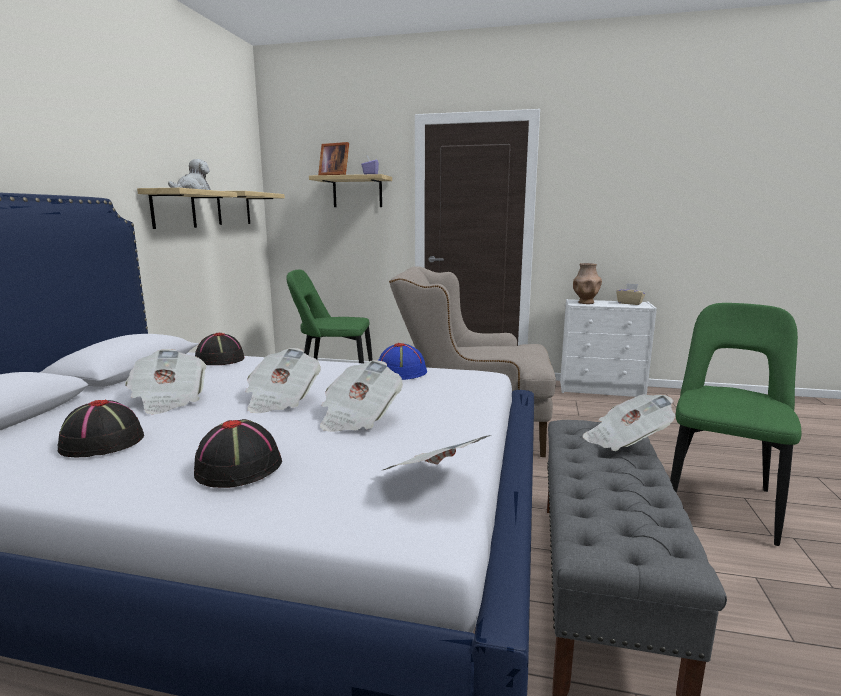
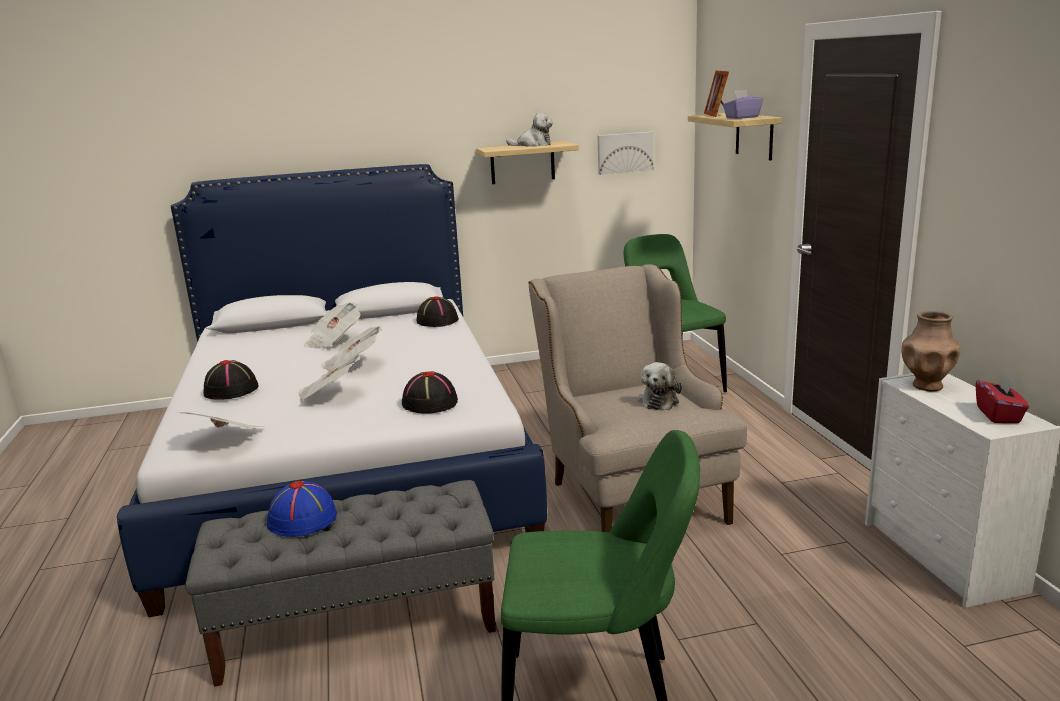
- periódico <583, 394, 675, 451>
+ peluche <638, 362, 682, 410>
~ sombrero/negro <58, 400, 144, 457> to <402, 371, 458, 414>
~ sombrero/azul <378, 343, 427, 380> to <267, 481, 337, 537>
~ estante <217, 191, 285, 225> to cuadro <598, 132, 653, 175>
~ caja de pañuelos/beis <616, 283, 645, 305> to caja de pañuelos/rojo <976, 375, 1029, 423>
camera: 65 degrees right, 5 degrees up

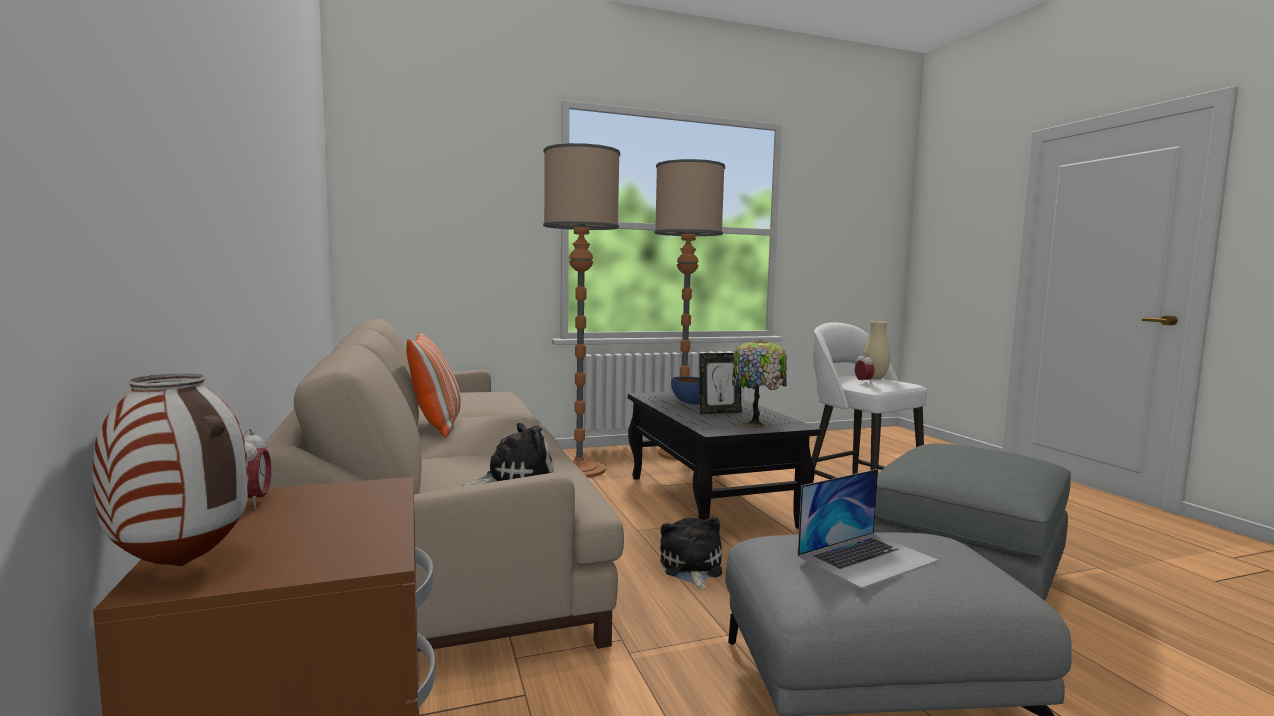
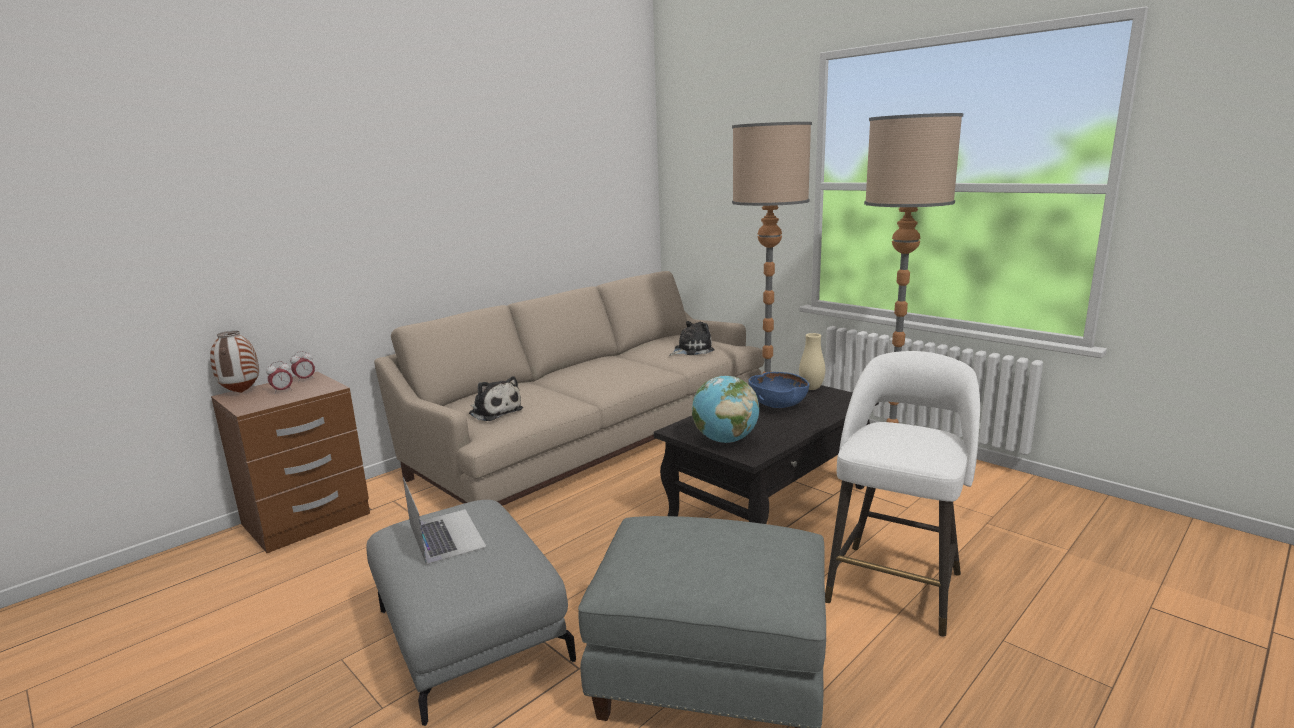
- cojín <406, 332, 461, 438>
- portarretratos <699, 353, 741, 414>
~ peluche <660, 517, 722, 590> to <669, 321, 714, 356>
~ despertador <855, 353, 875, 382> to <266, 361, 293, 394>
~ florero/beis <863, 321, 890, 379> to <799, 333, 825, 390>
~ lámpara de mesa <732, 339, 787, 428> to globo terráqueo <692, 376, 759, 443>
~ portátil <797, 469, 939, 589> = <403, 477, 487, 565> 150 degrees counterclockwise
camera: 65 degrees right, 10 degrees up

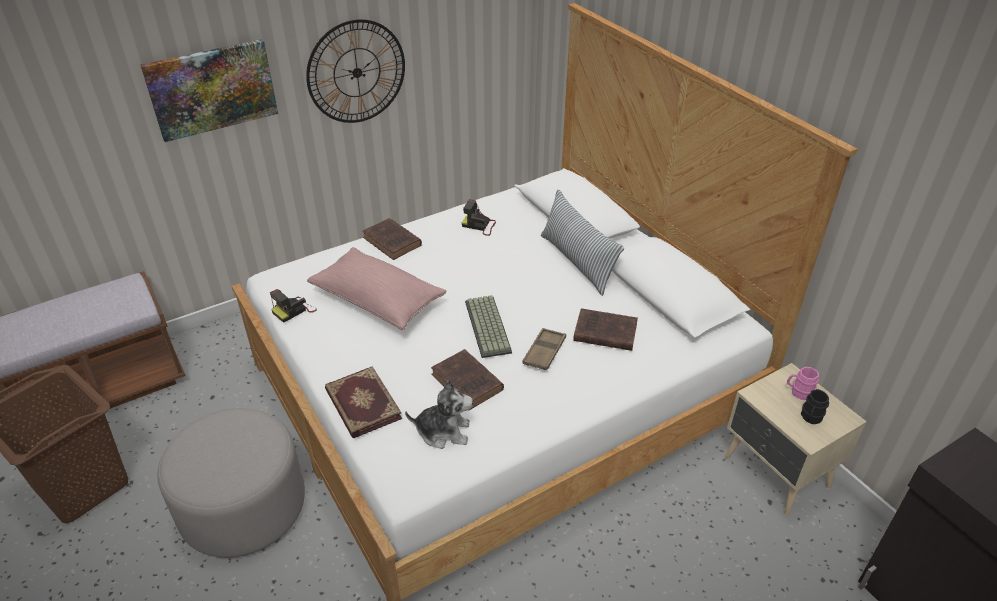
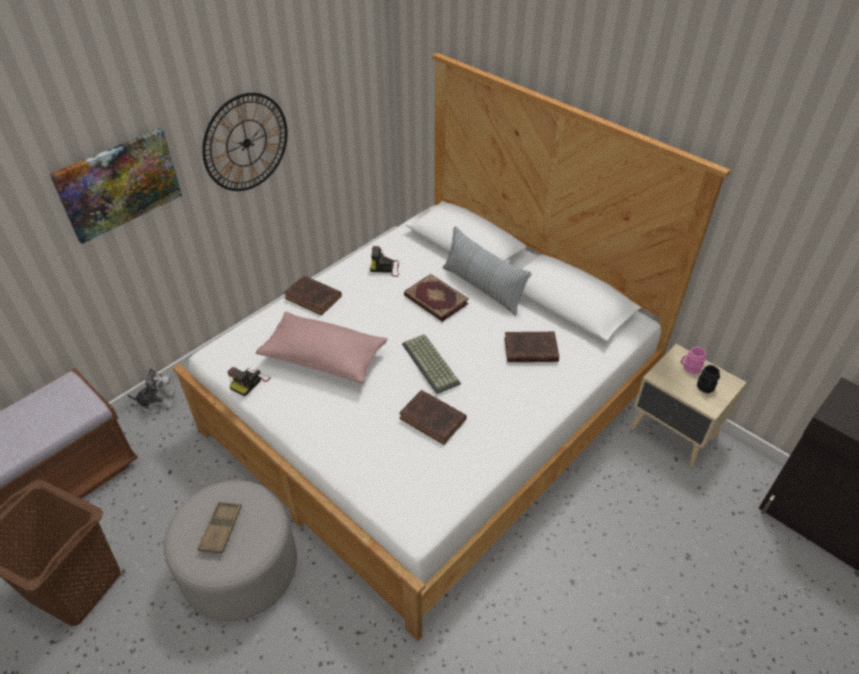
~ libro <325, 366, 402, 438> to <404, 274, 469, 322>
~ peluche <405, 380, 473, 449> to <127, 368, 174, 413>
~ bandeja/marrón <522, 328, 566, 370> to <197, 502, 242, 554>
camera: 15 degrees left, 5 degrees up

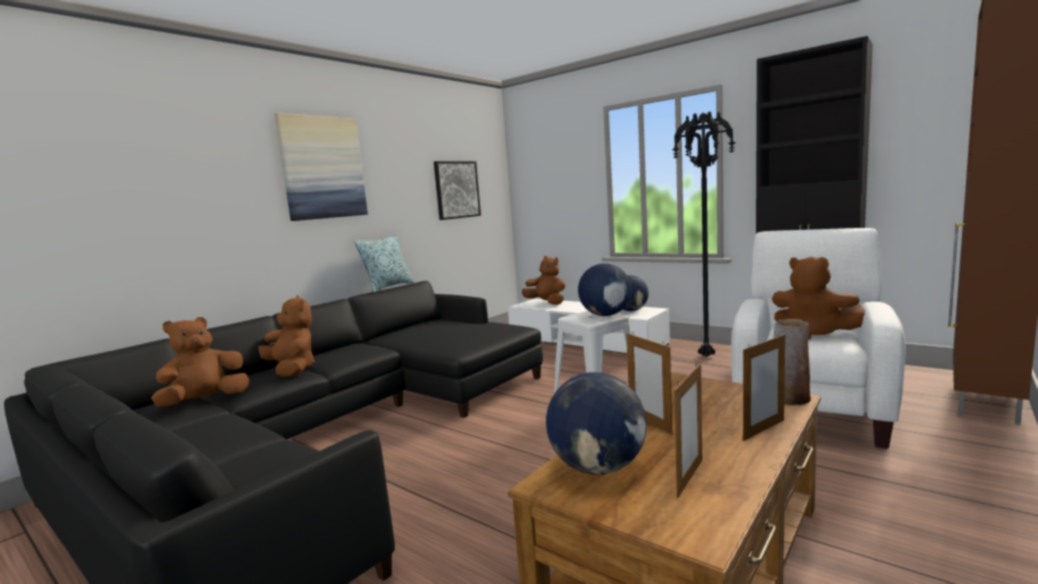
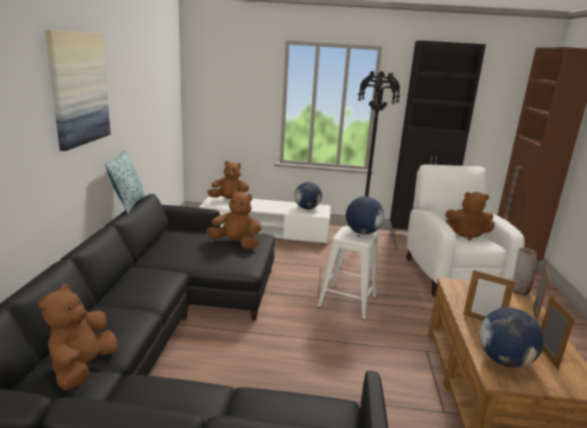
- cuadro <434, 161, 481, 220>
~ peluche/marrón <258, 295, 315, 377> to <206, 190, 261, 249>
camera: 35 degrees left, 10 degrees up

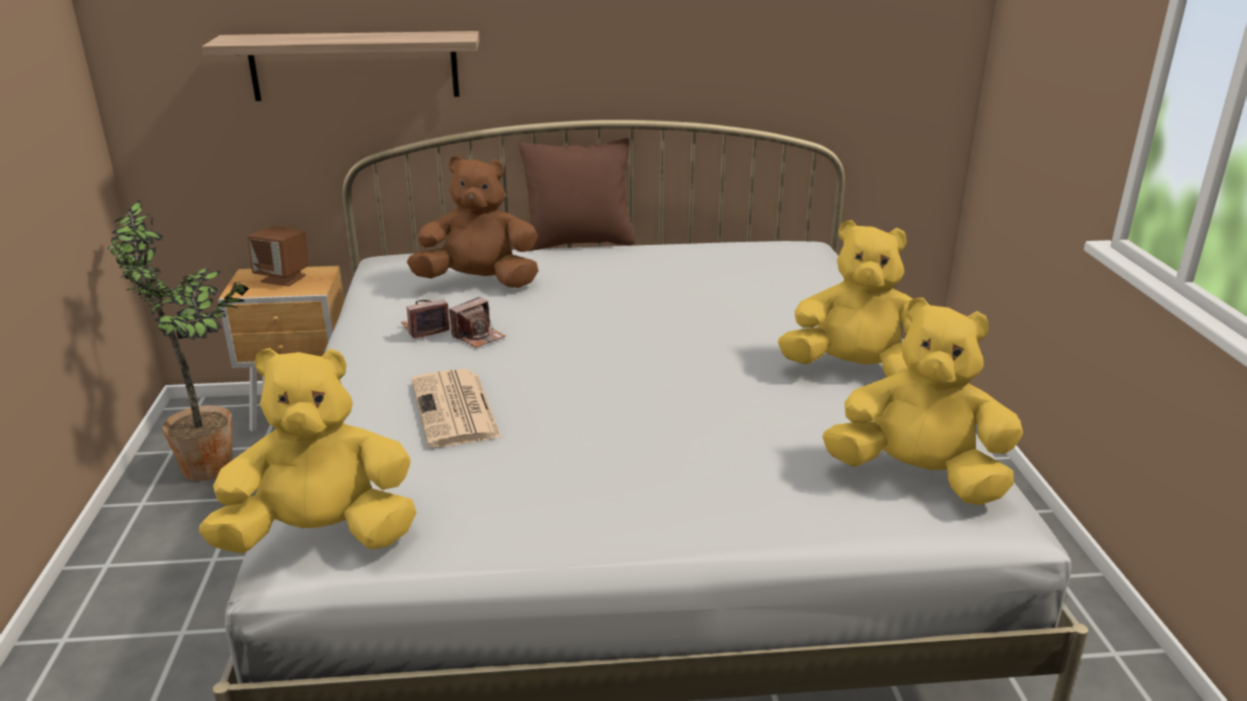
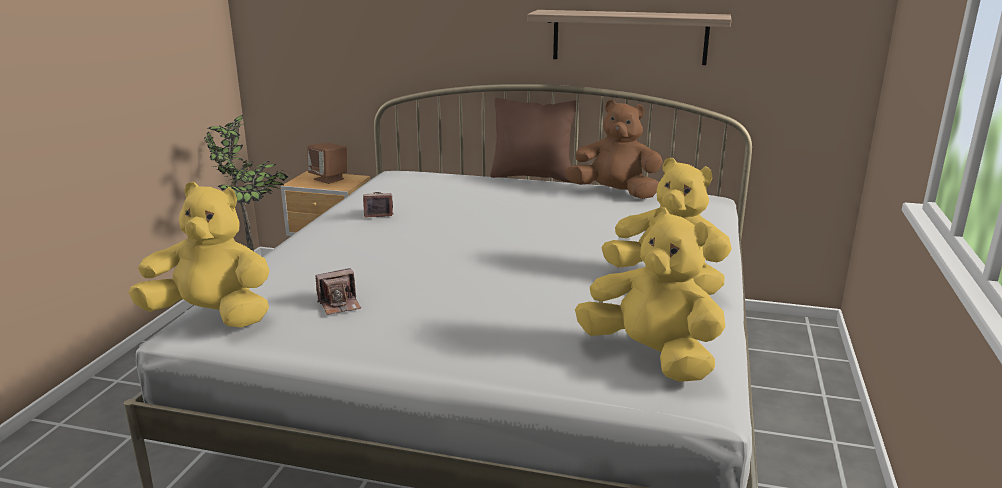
- periódico <411, 369, 501, 447>
~ estante <202, 31, 479, 101> to <527, 10, 731, 65>
~ peluche/marrón <407, 156, 538, 288> to <565, 100, 663, 199>
~ cámara <449, 297, 506, 348> to <315, 268, 361, 315>
camera: 20 degrees right, 5 degrees down

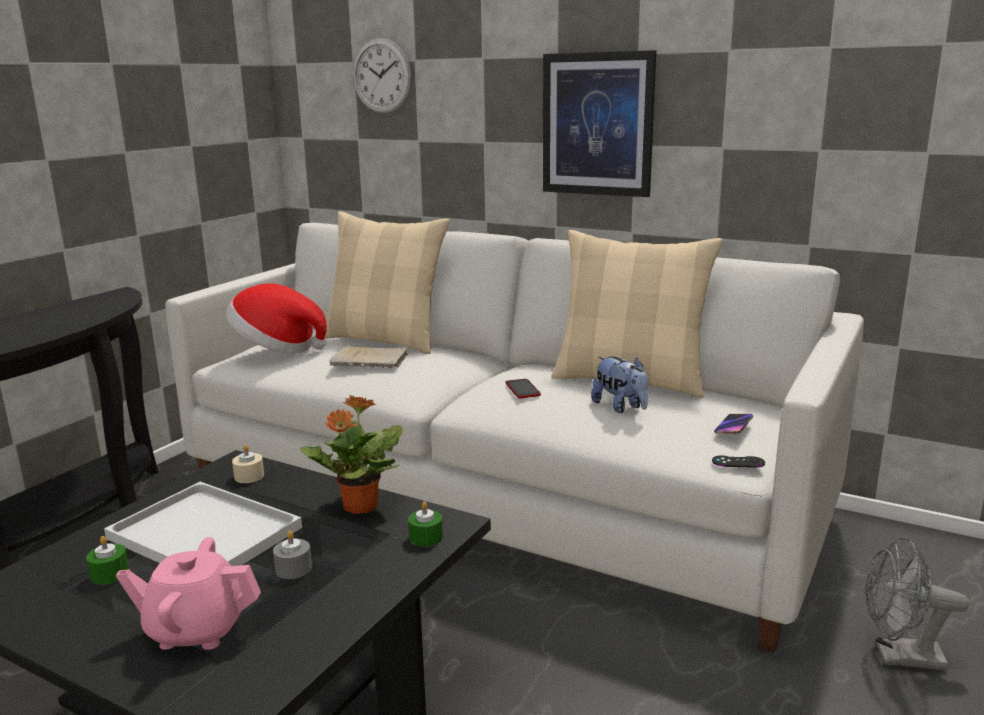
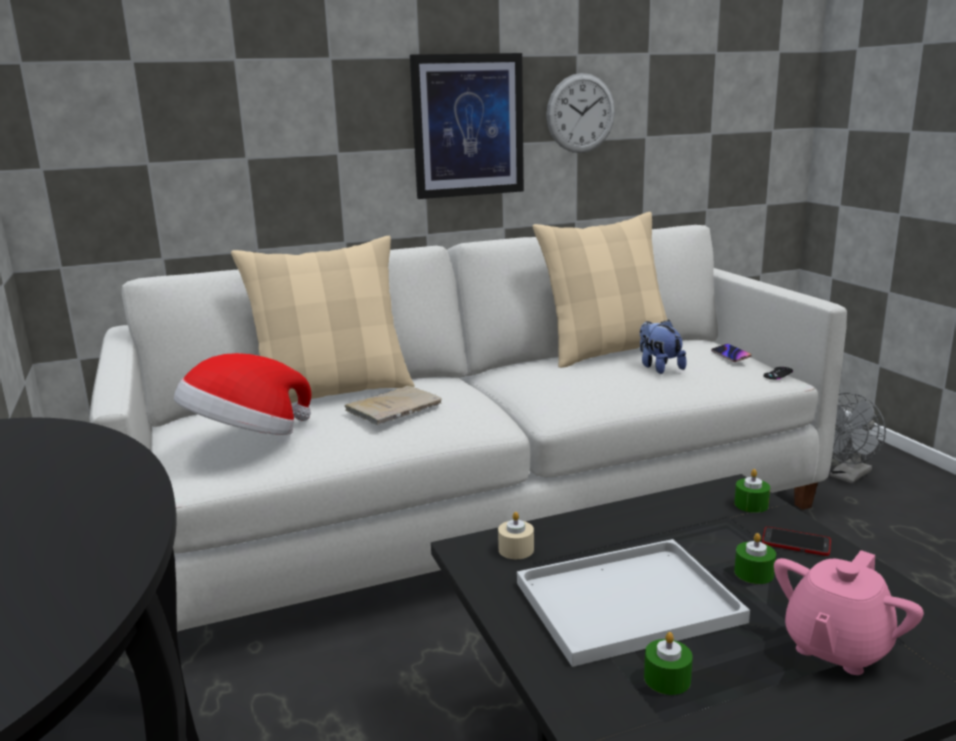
- planta en maceta <300, 395, 403, 514>
~ reloj de pared <353, 38, 411, 114> to <546, 73, 615, 153>
~ móvil <506, 379, 541, 398> to <762, 527, 831, 556>
~ vela/gris <273, 531, 312, 579> to vela/verde <734, 533, 776, 584>
~ peluche <591, 356, 648, 413> = <640, 320, 687, 374> 120 degrees counterclockwise
camera: 50 degrees left, 0 degrees up

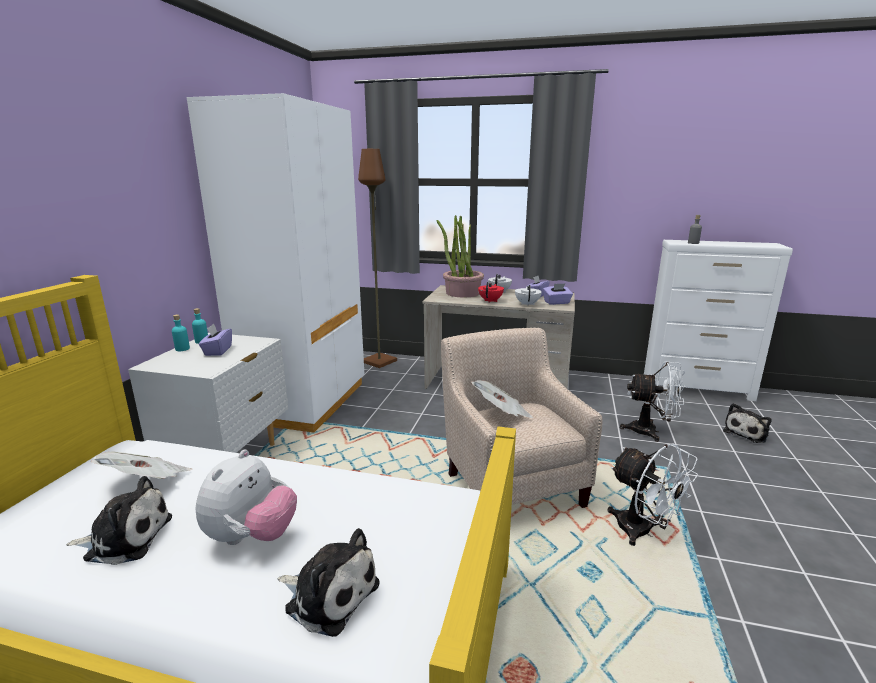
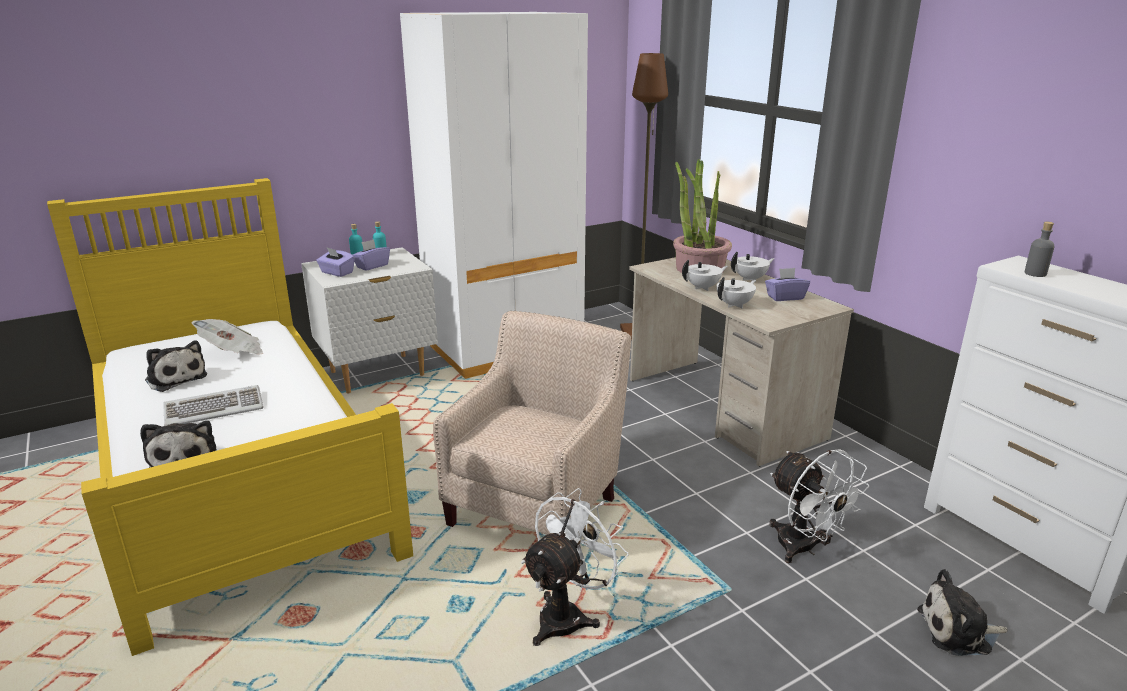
- periódico <471, 380, 534, 418>
~ caja de pañuelos/morado <543, 283, 573, 305> to <316, 247, 355, 277>
~ peluche <196, 449, 297, 545> to teclado <163, 385, 264, 426>
~ tetera/rojo <478, 282, 504, 303> to tetera/blanco <682, 260, 728, 291>
~ ventilador/blanco <608, 444, 698, 546> = <521, 488, 629, 646> 150 degrees counterclockwise
camera: 45 degrees right, 5 degrees up

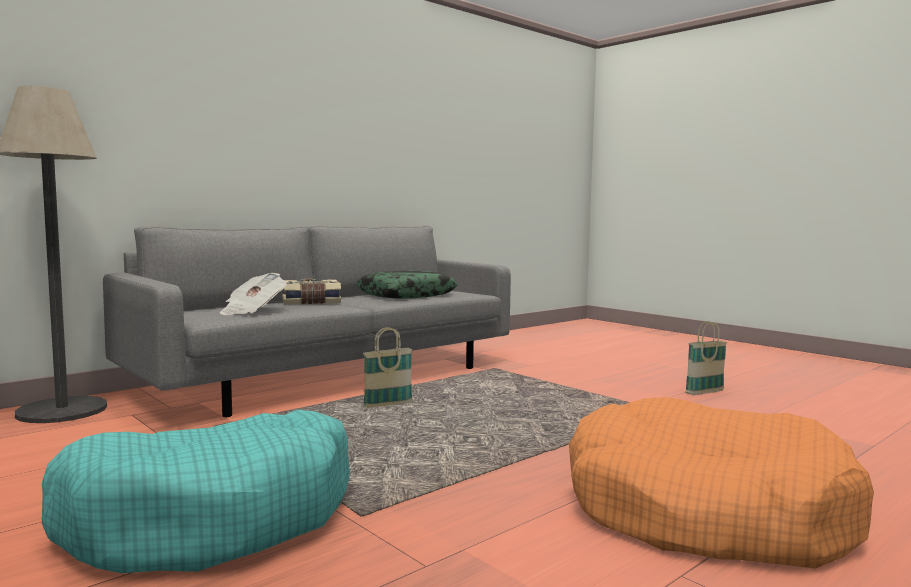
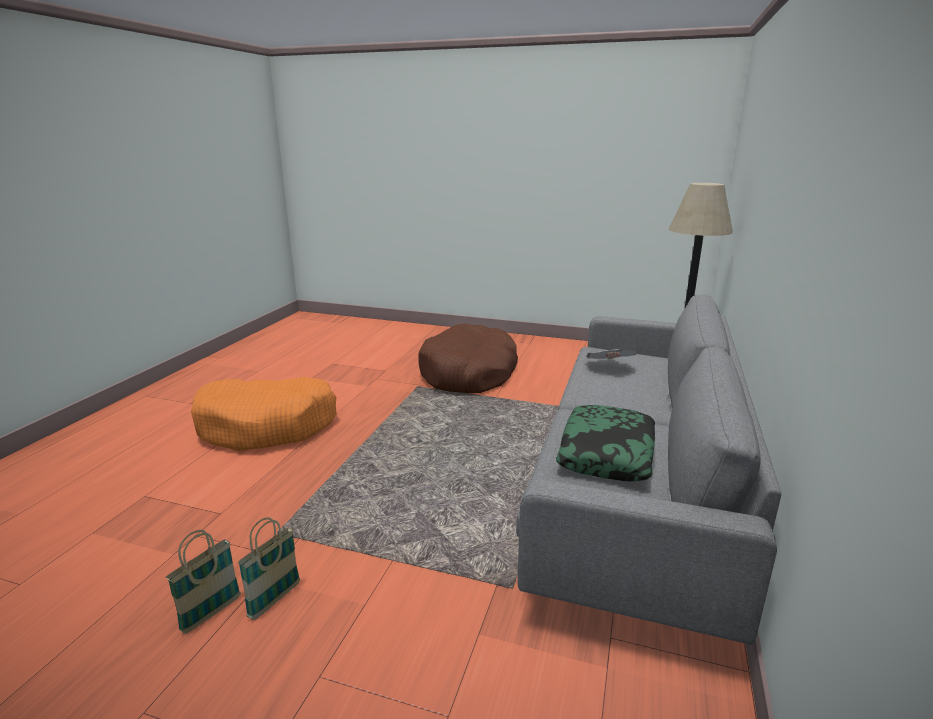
- libro <282, 279, 341, 305>
~ cesta <363, 327, 413, 408> to <238, 517, 300, 620>
~ cama para perro/turquesa <42, 410, 350, 573> to cama para perro/marrón <418, 323, 518, 393>
camera: 150 degrees right, 15 degrees up

